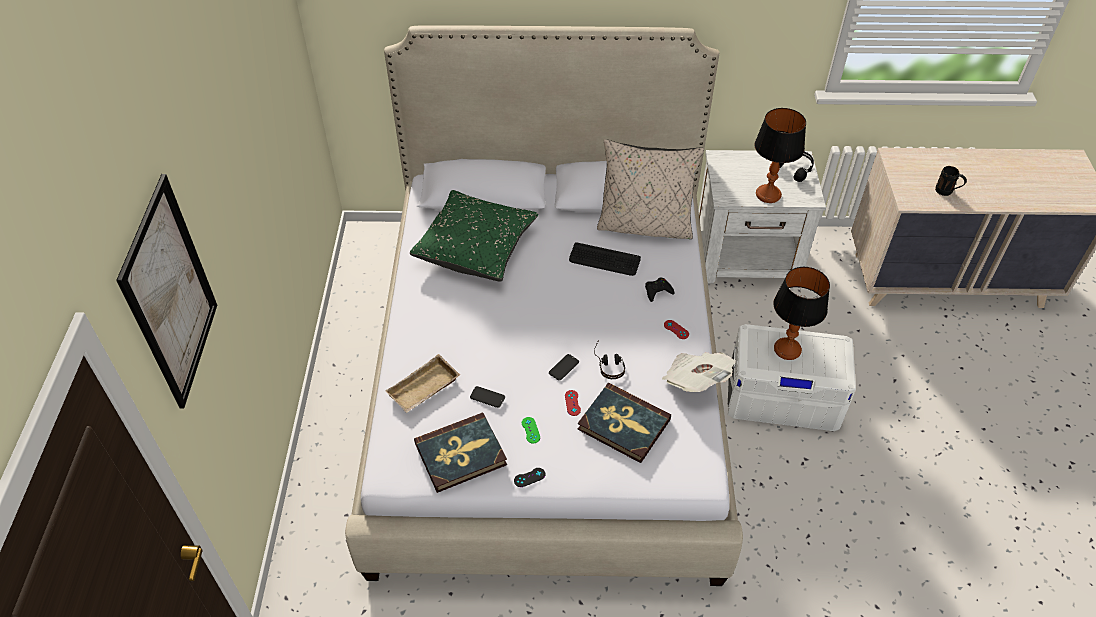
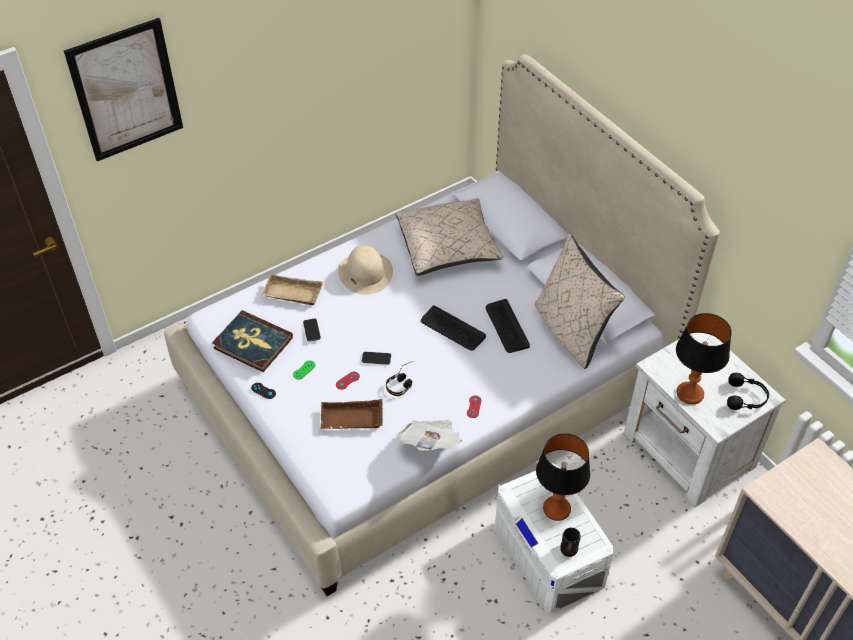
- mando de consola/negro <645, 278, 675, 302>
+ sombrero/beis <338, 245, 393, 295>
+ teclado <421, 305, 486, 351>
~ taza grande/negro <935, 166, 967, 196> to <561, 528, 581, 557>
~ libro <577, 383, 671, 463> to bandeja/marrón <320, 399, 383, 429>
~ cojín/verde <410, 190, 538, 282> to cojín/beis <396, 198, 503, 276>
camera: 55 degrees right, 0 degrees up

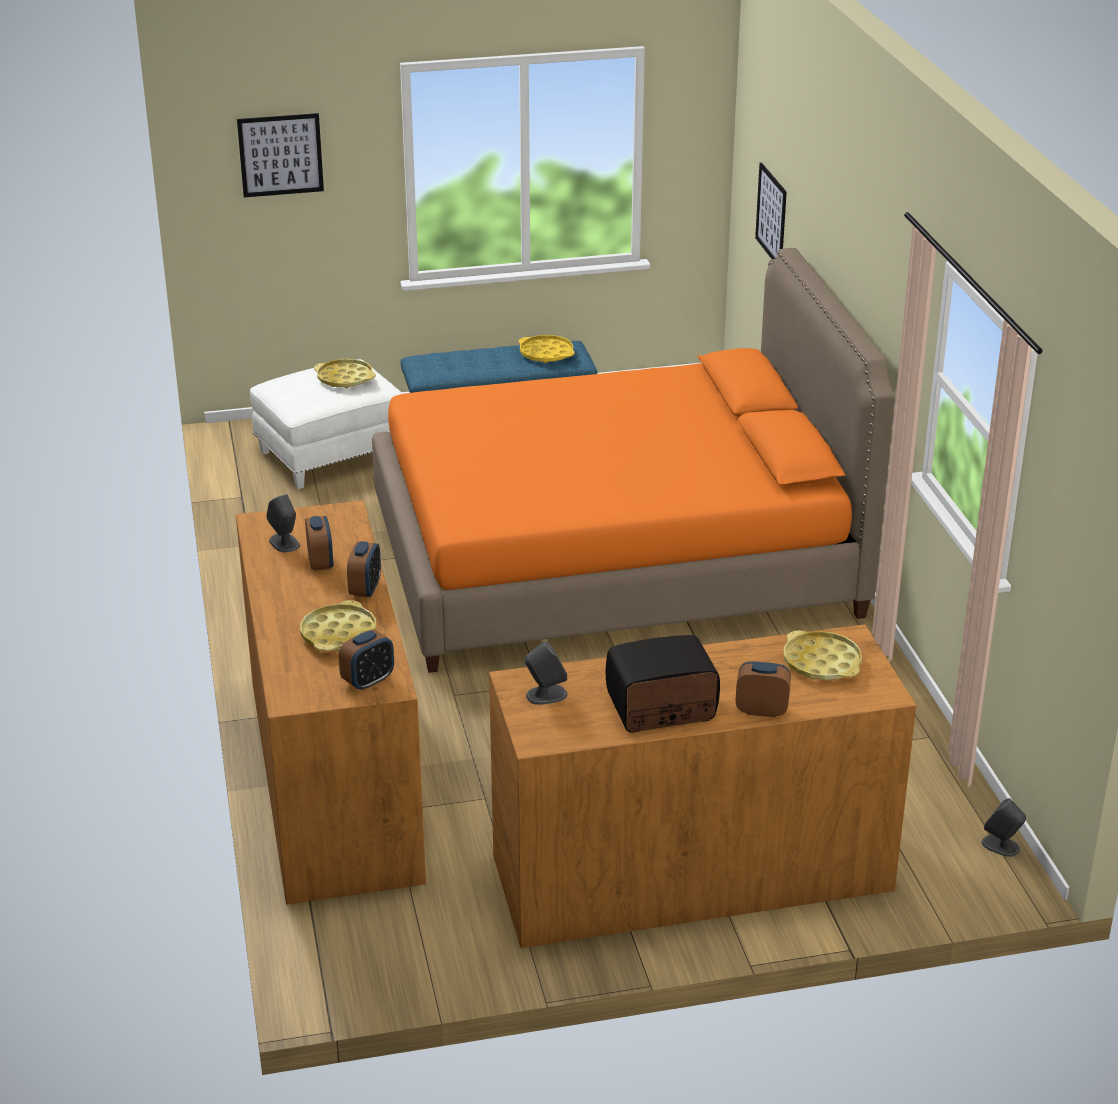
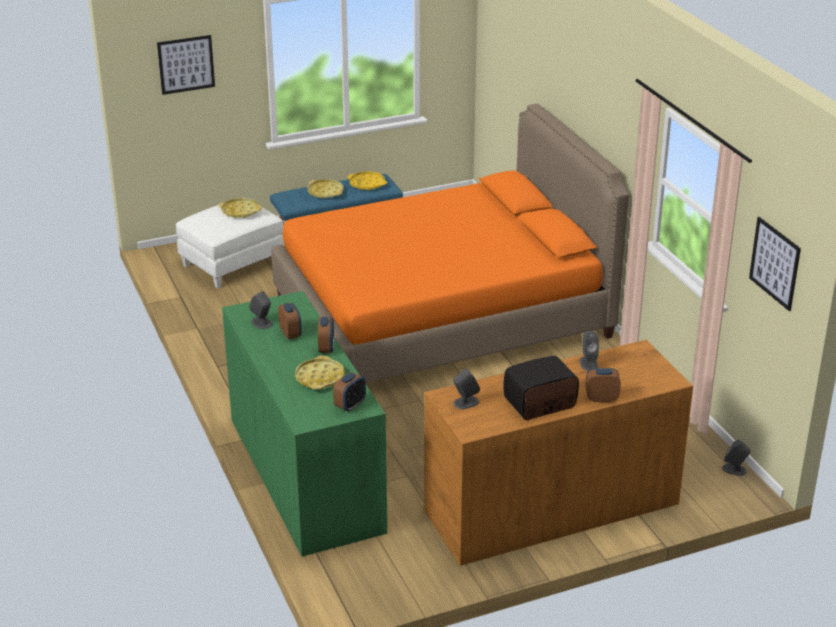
+ altavoz/gris <579, 331, 599, 371>
~ cuadro <755, 163, 787, 259> to <749, 217, 801, 311>
~ bandeja/amarillo <783, 630, 862, 680> to <307, 179, 344, 199>
~ cómoda/marrón <236, 500, 426, 904> to cómoda/verde <222, 291, 387, 556>
camera: 10 degrees left, 0 degrees up

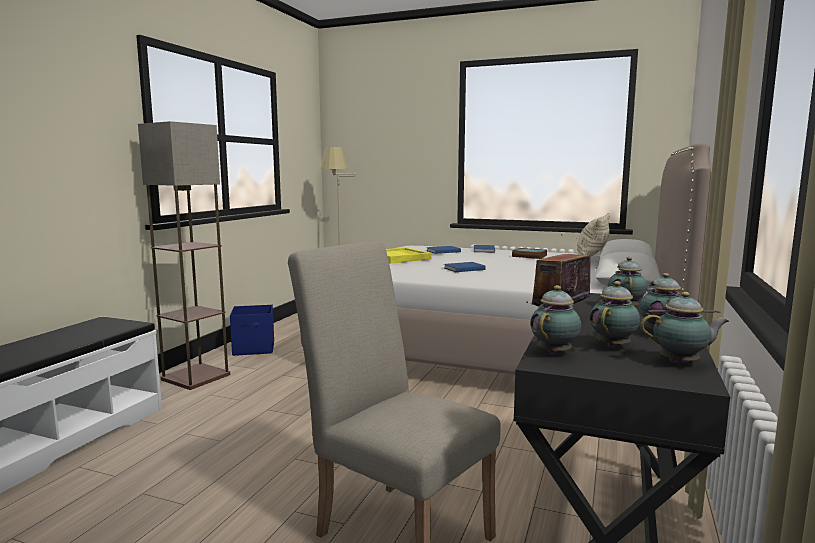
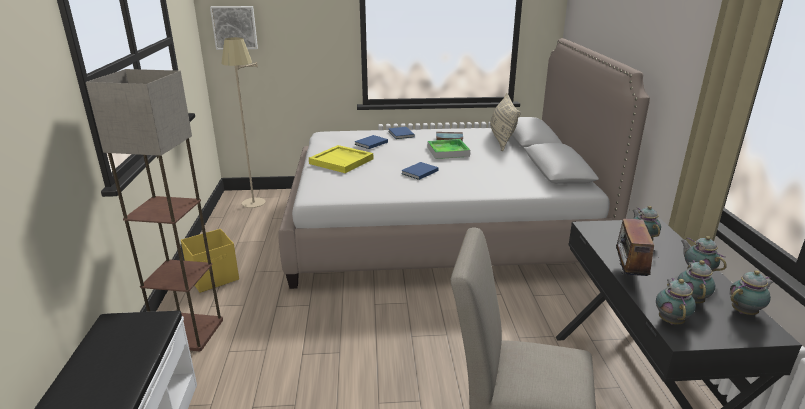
+ cuadro <210, 6, 258, 50>
+ bandeja <427, 139, 470, 159>
~ caja de almacenaje/azul <230, 305, 274, 356> to caja de almacenaje/amarillo <181, 229, 239, 293>
camera: 25 degrees left, 15 degrees up

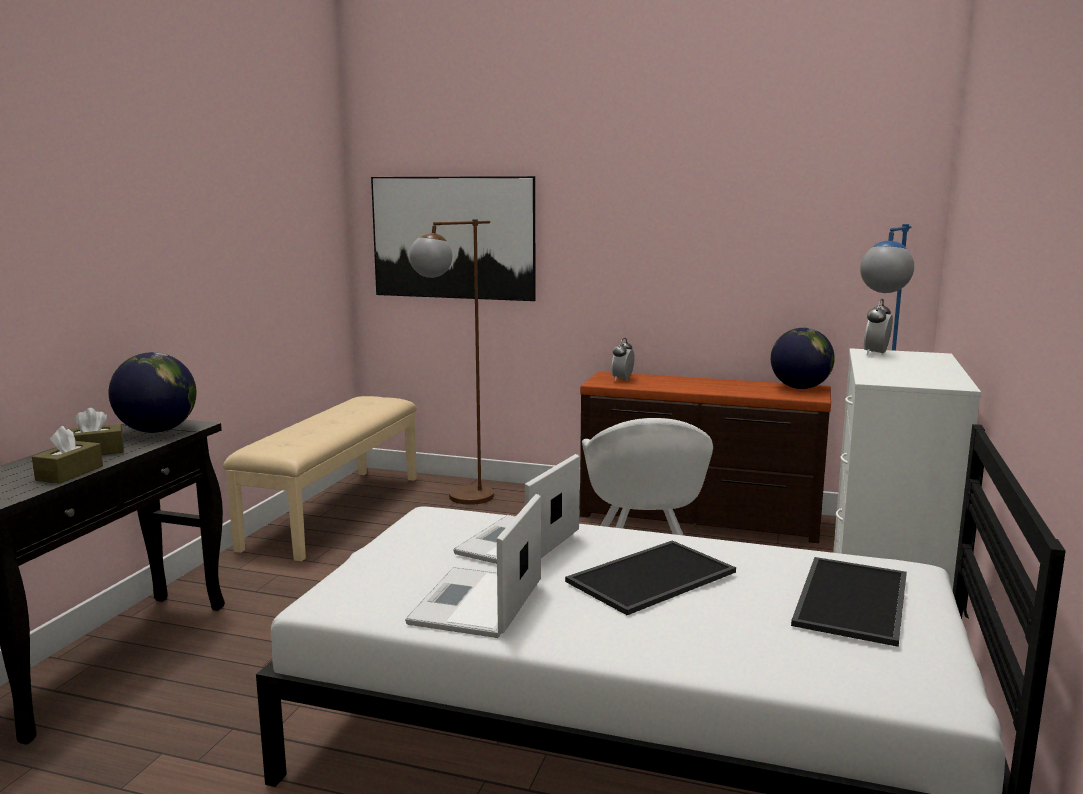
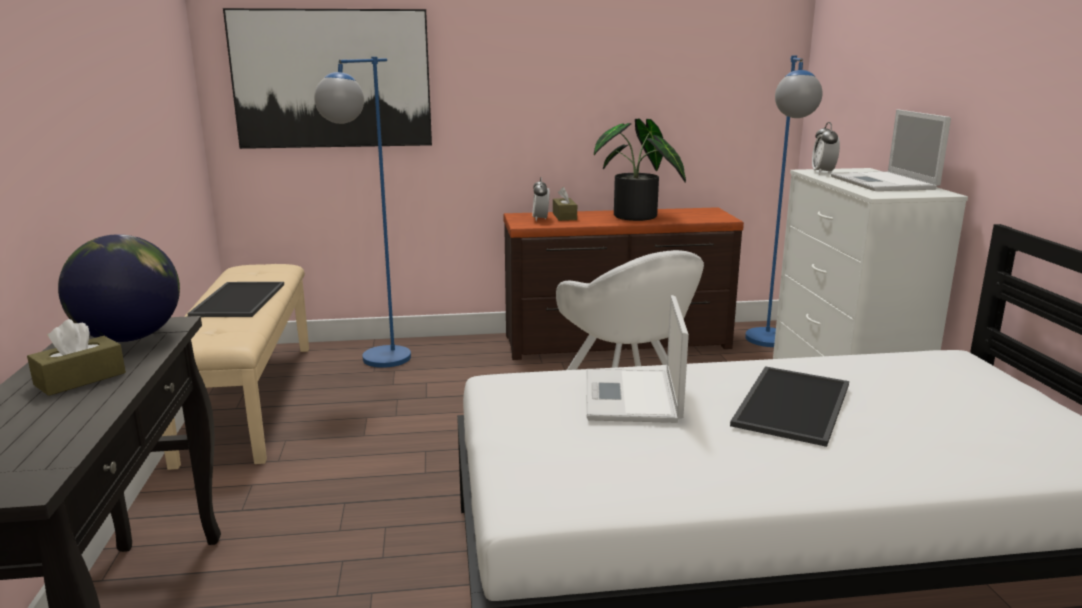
- globo terráqueo <771, 328, 835, 389>
+ planta en maceta <594, 118, 686, 221>
~ caja de pañuelos/marrón <32, 426, 103, 484> to <553, 187, 577, 221>
~ portátil <405, 494, 541, 638> to <831, 109, 951, 191>
~ bandeja <791, 557, 907, 647> to <187, 282, 284, 317>
~ lámpara de pie/marrón <409, 219, 494, 505> to lámpara de pie/azul <314, 57, 411, 368>
camera: 25 degrees left, 5 degrees up

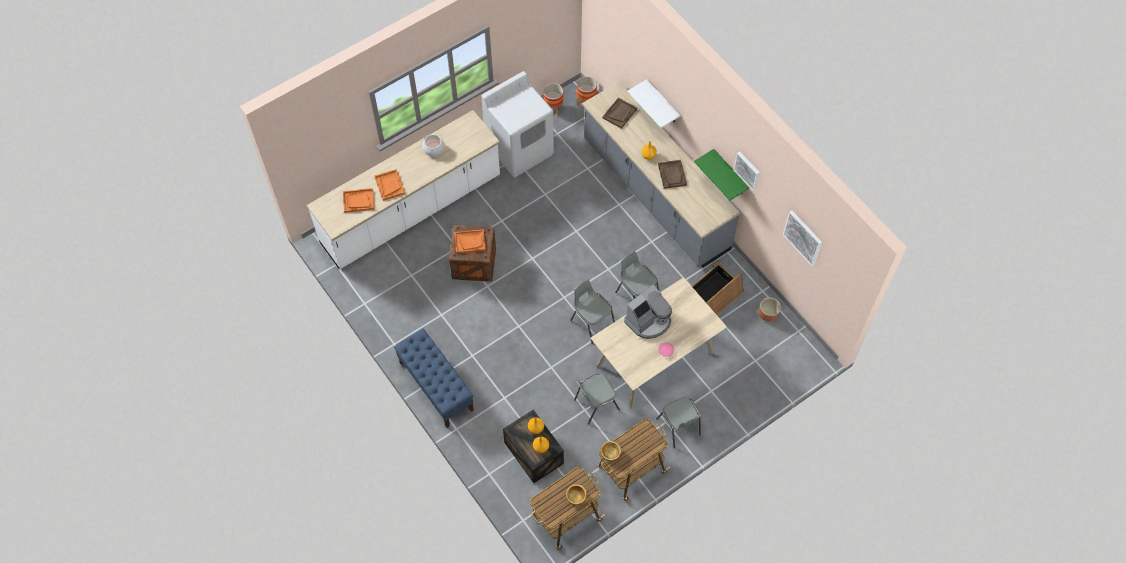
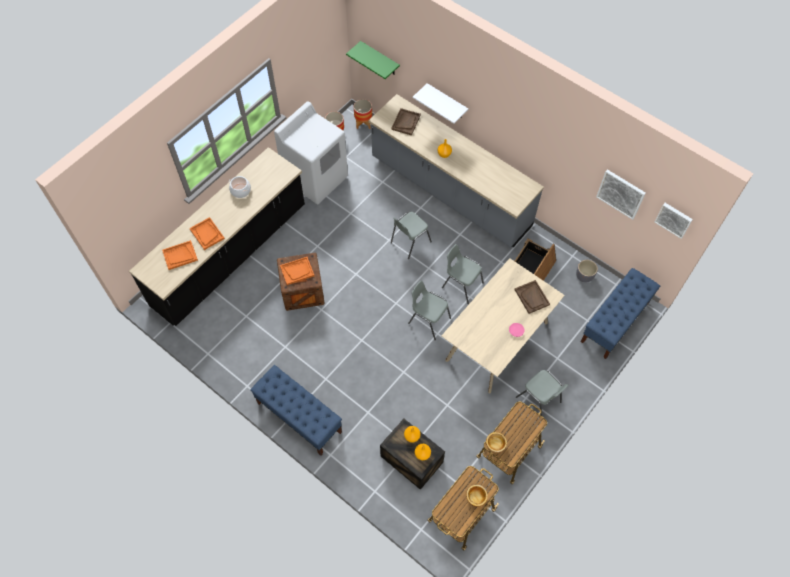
- cafetera <624, 285, 672, 339>
+ banco/azul <581, 268, 660, 359>
~ silla/gris <574, 374, 620, 424> to <391, 212, 432, 259>
~ bandeja/marrón <658, 160, 687, 189> to <515, 280, 550, 314>
~ estante/verde <694, 149, 749, 201> to <346, 41, 400, 79>
~ cuadro <733, 151, 760, 191> to <655, 203, 693, 239>
~ mueble bajo de cocina/blanco <307, 110, 500, 269> to mueble bajo de cocina/negro <129, 147, 305, 326>
~ maceta/marrón <759, 298, 781, 322> to maceta/gris <576, 260, 598, 283>
camera: 15 degrees left, 0 degrees up

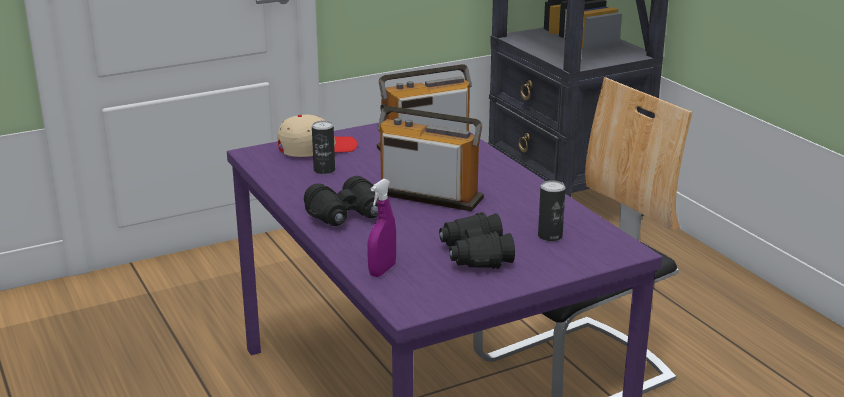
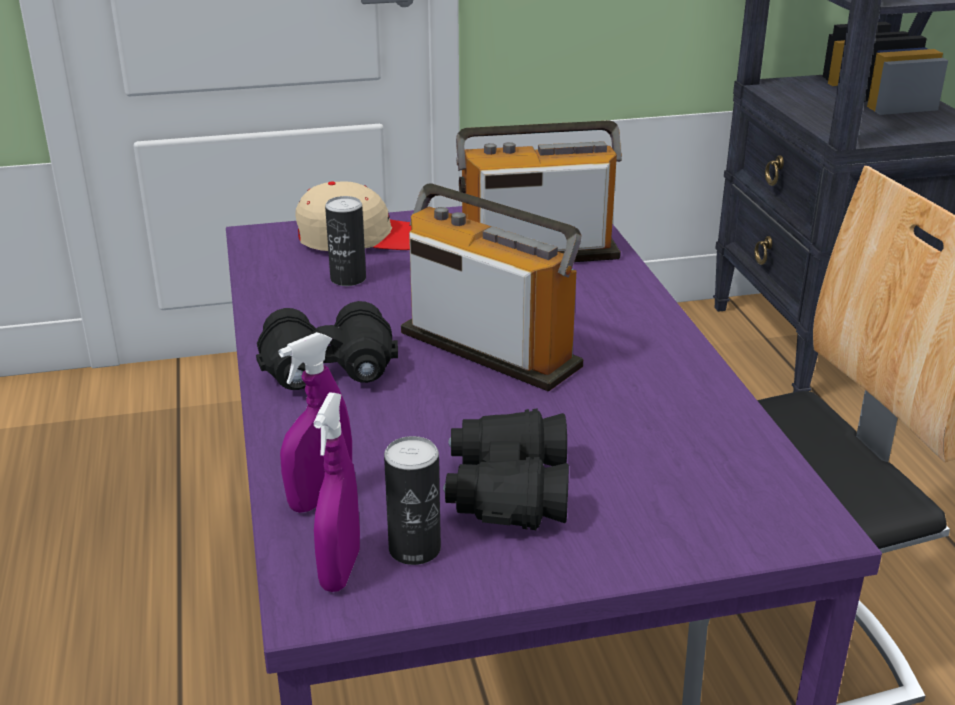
+ pulverizador/morado <314, 393, 360, 592>
~ lata <538, 180, 566, 241> to <384, 436, 441, 565>
camera: 15 degrees right, 5 degrees up

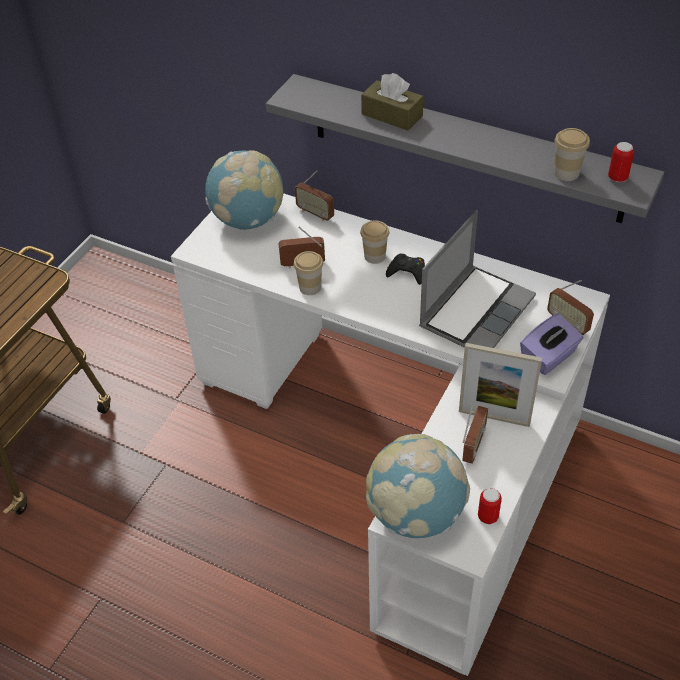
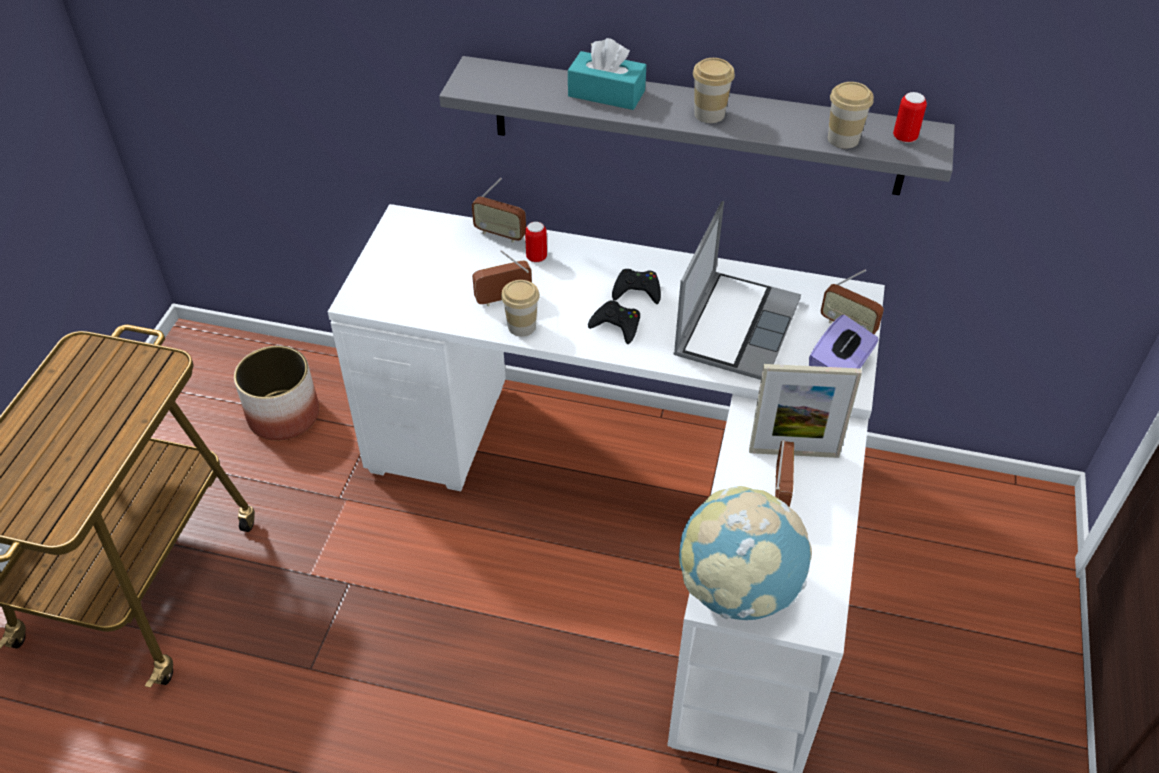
- globo terráqueo <205, 150, 283, 231>
+ maceta <234, 346, 319, 440>
+ mando de consola/negro <588, 300, 640, 344>
~ taza <360, 220, 389, 264> to <693, 58, 735, 123>
~ lata <478, 488, 502, 524> to <525, 222, 547, 262>
~ caja de pañuelos/marrón <361, 73, 424, 131> to caja de pañuelos/turquesa <568, 38, 646, 110>
camera: 15 degrees left, 0 degrees up

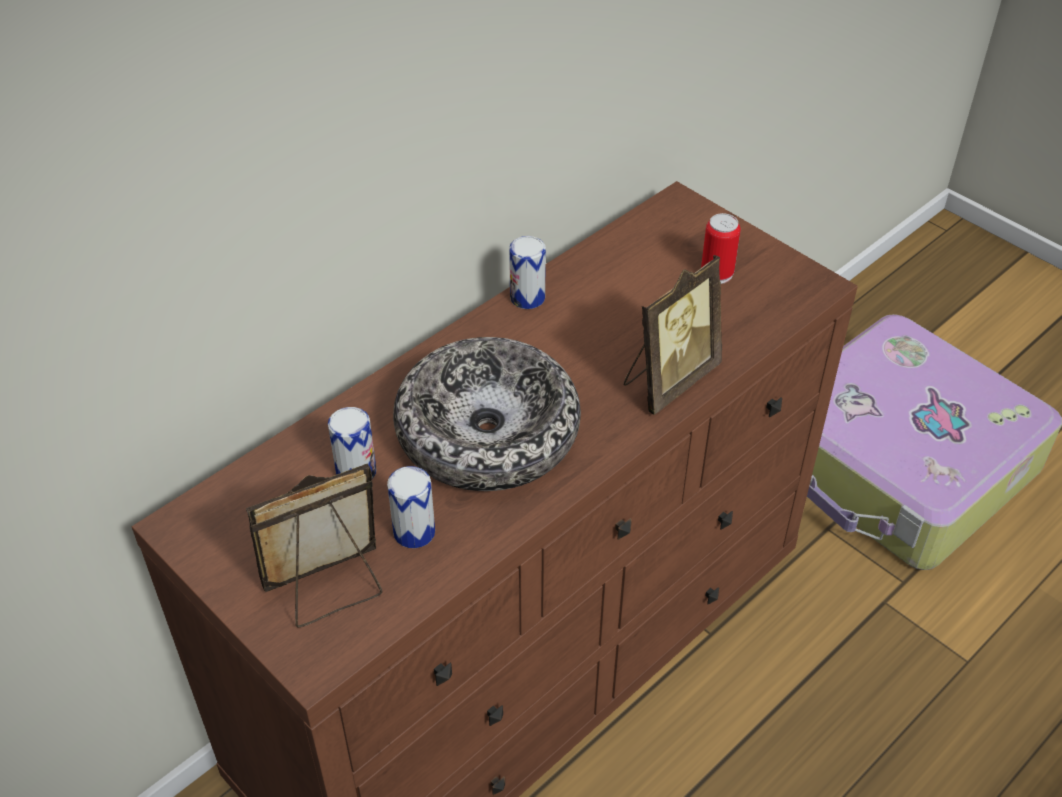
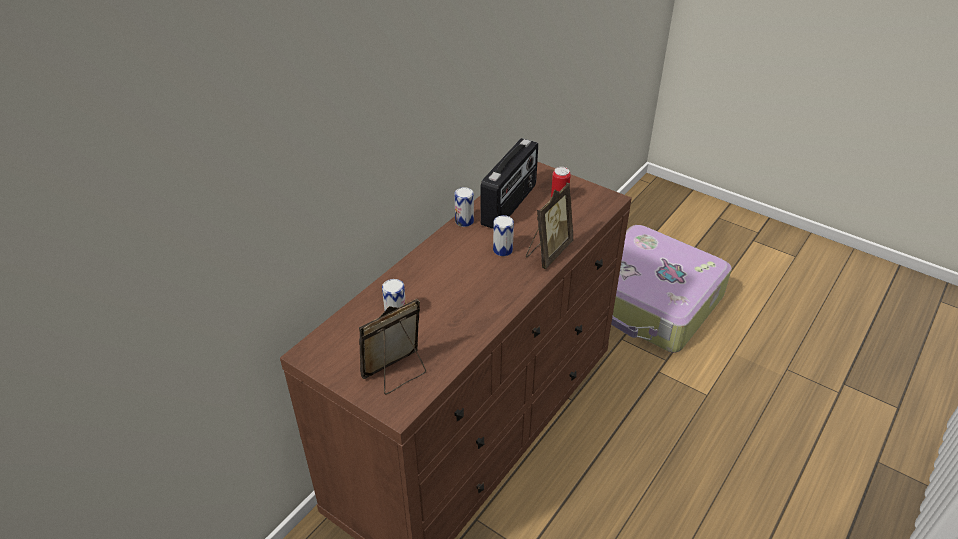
- cuenco <393, 337, 581, 491>
+ radio <480, 138, 538, 229>
~ lata <387, 466, 435, 548> to <493, 215, 514, 256>
camera: 10 degrees left, 5 degrees down

